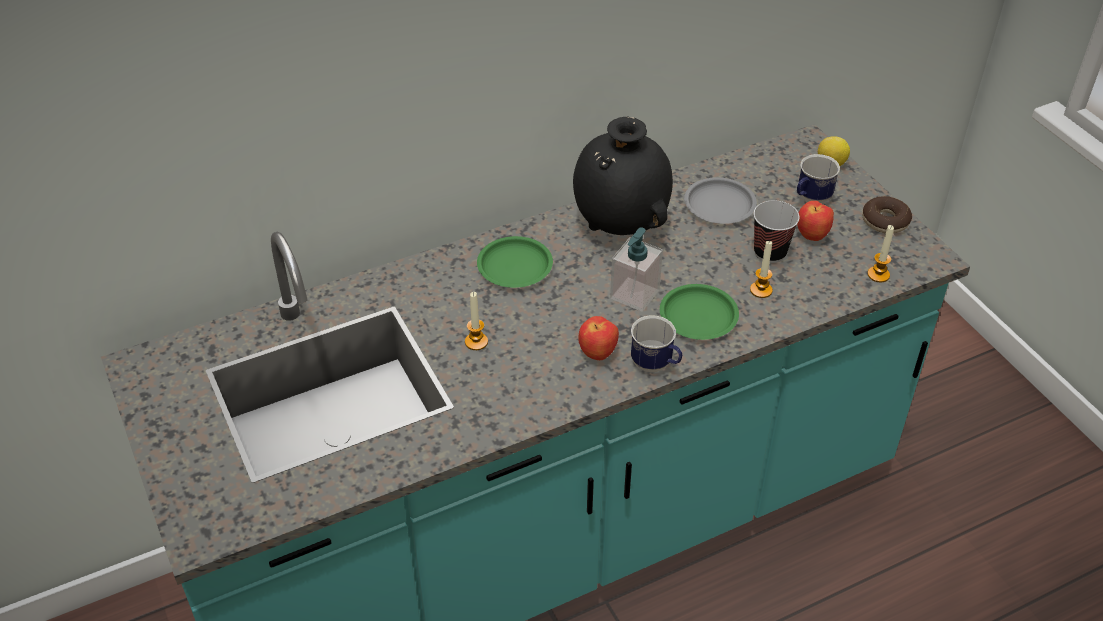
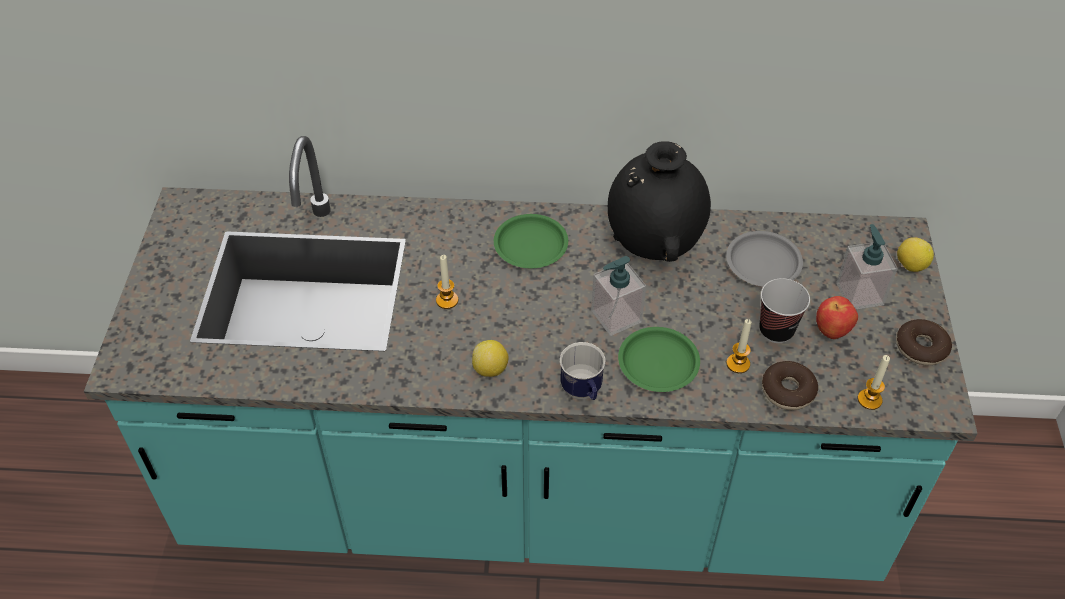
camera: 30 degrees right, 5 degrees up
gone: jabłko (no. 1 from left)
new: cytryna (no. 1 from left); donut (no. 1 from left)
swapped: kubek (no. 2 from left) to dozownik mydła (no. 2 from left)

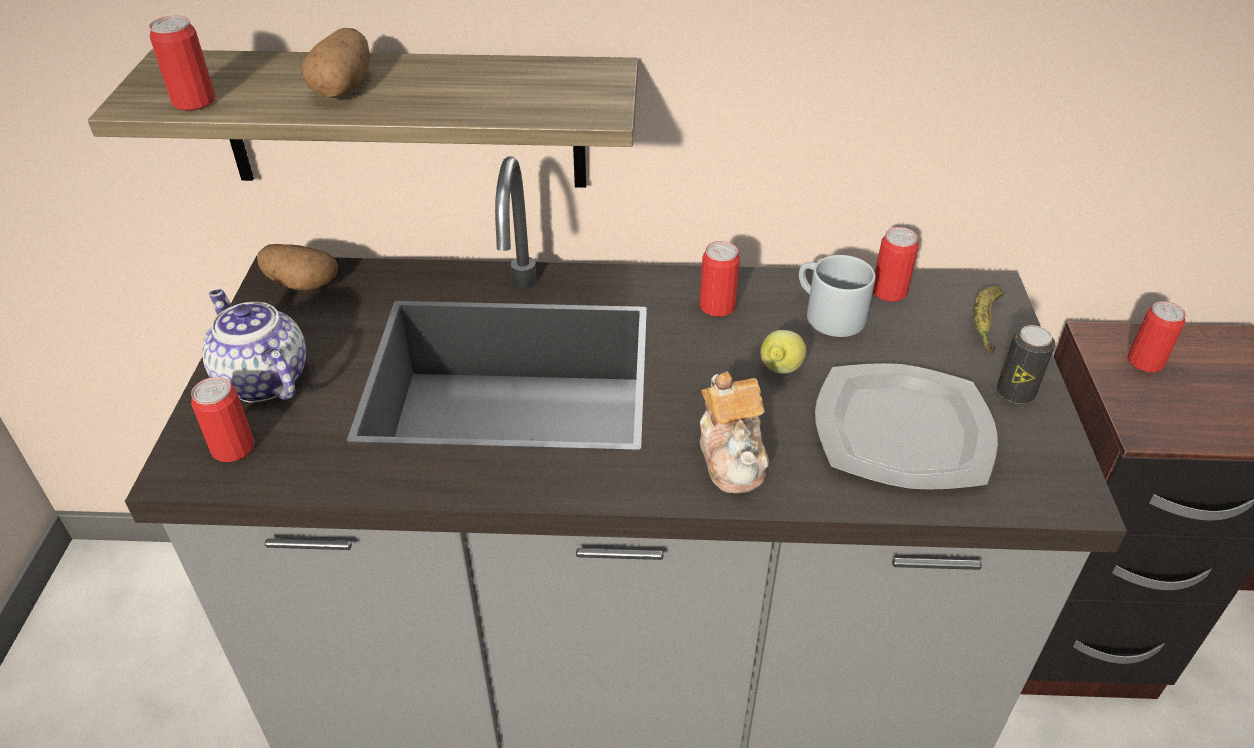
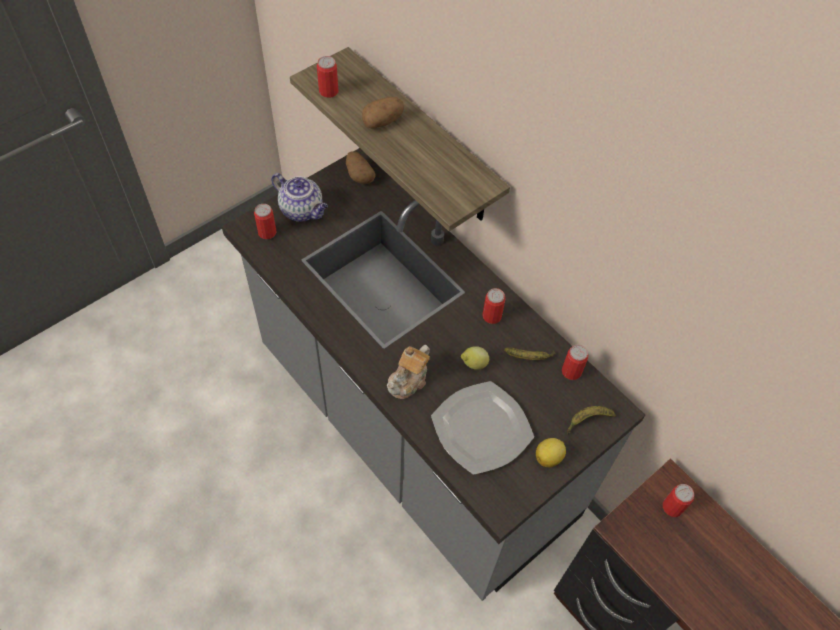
camera: 45 degrees right, 15 degrees up
swapped: kubek/szary to banan (no. 1 from left); puszka (no. 5 from left) to cytryna (no. 2 from left)
rotated: imbryk (no. 1 from left) 120 degrees clockwise

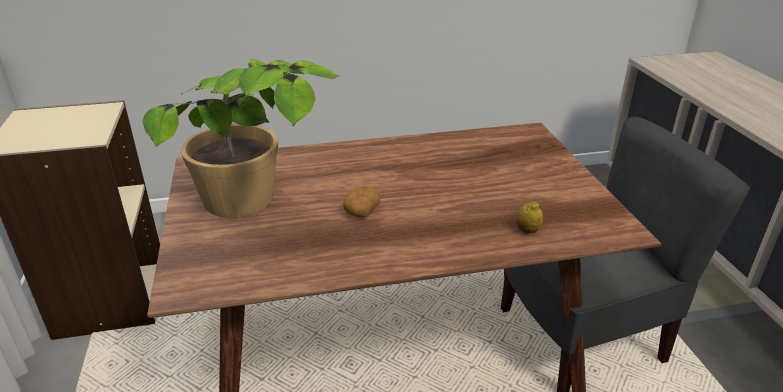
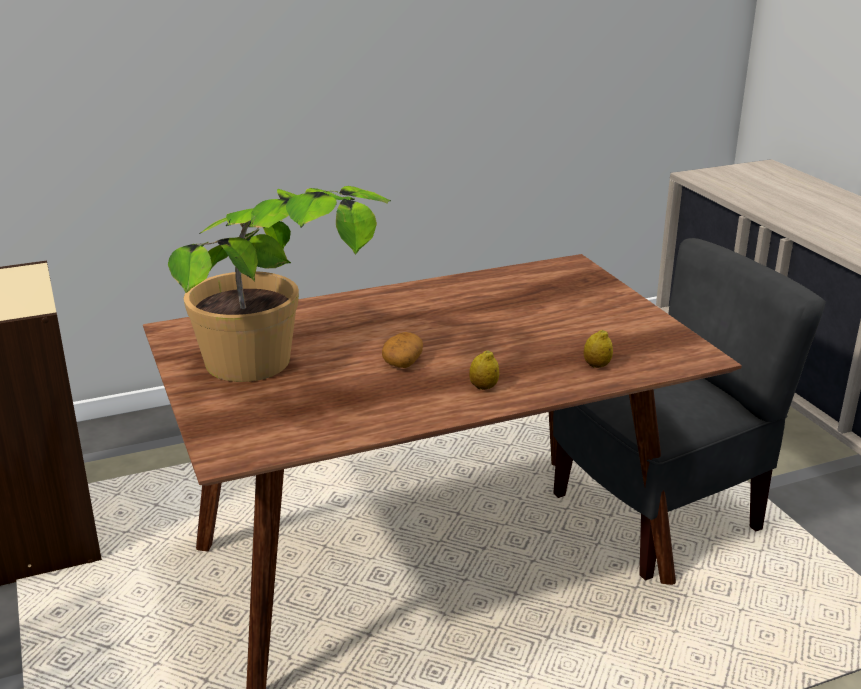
camera: 10 degrees left, 5 degrees down
new: cytryna (no. 1 from left)

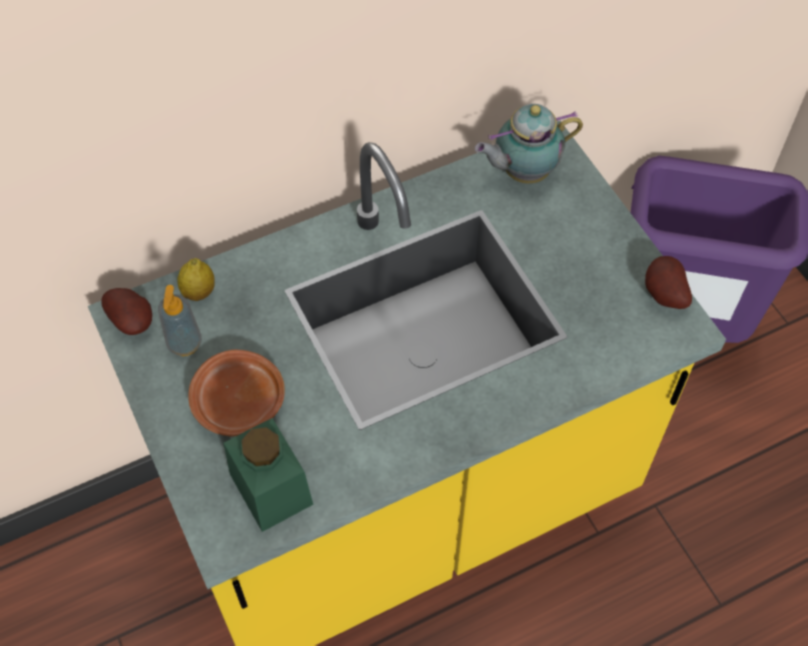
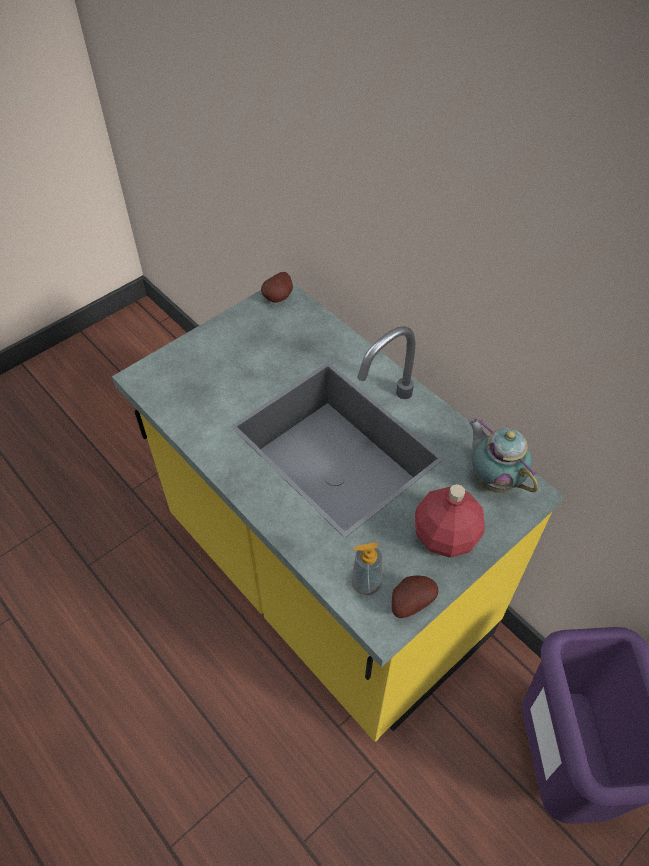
camera: 75 degrees right, 5 degrees down
gone: cytryna; talerz/brązowy; słoik/zielony
new: butelka/czerwony
shifted: dozownik mydła

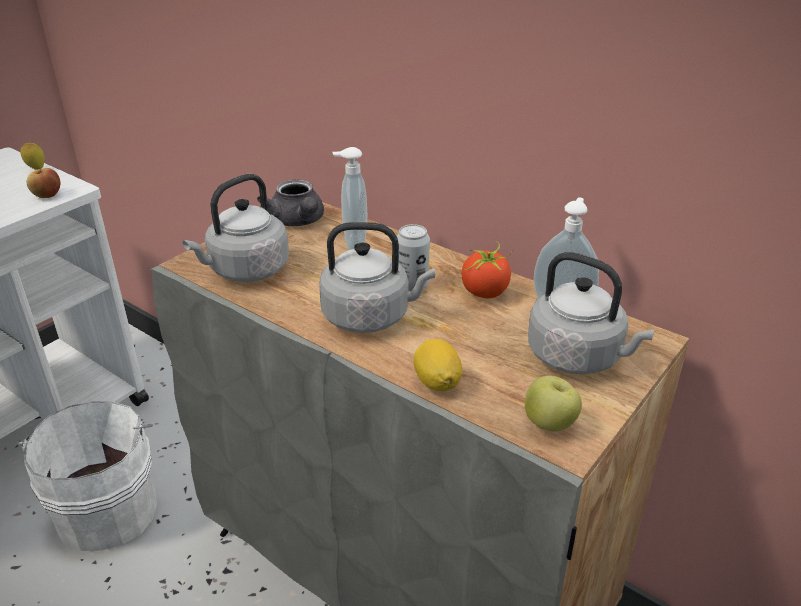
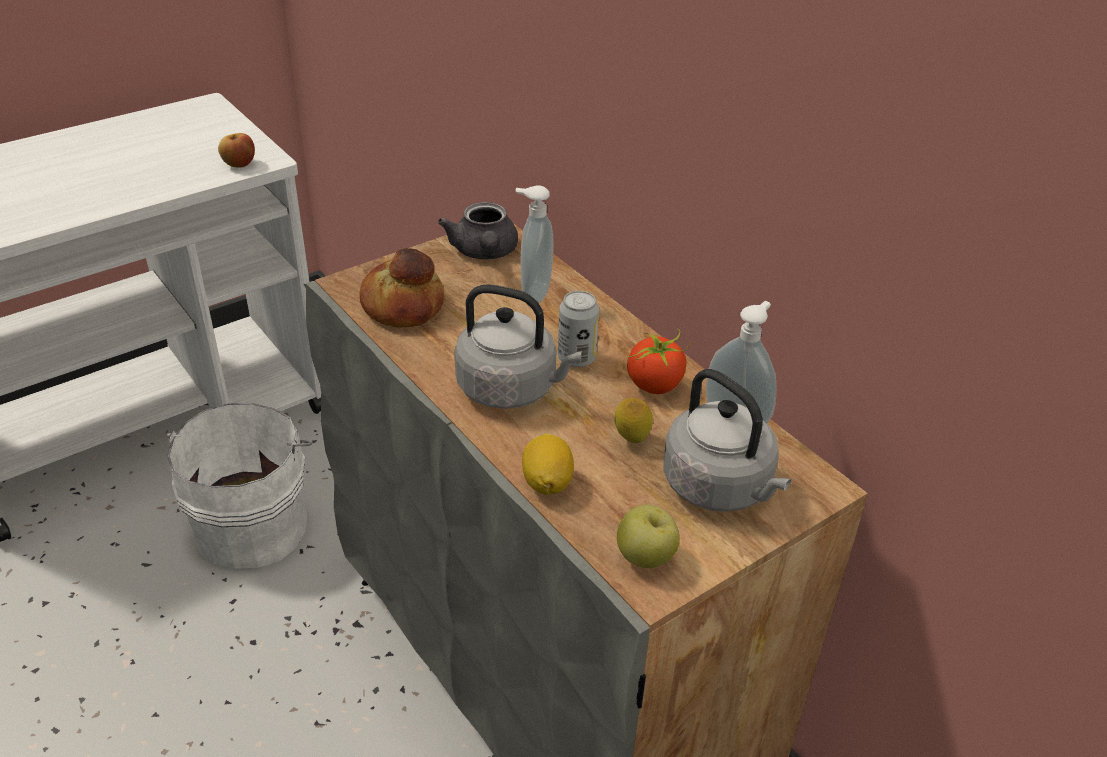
camera: 15 degrees right, 5 degrees up
shifted: cytryna (no. 1 from left in the first image) to cytryna (no. 2 from left)
swapped: czajnik/szary (no. 1 from left) to chleb

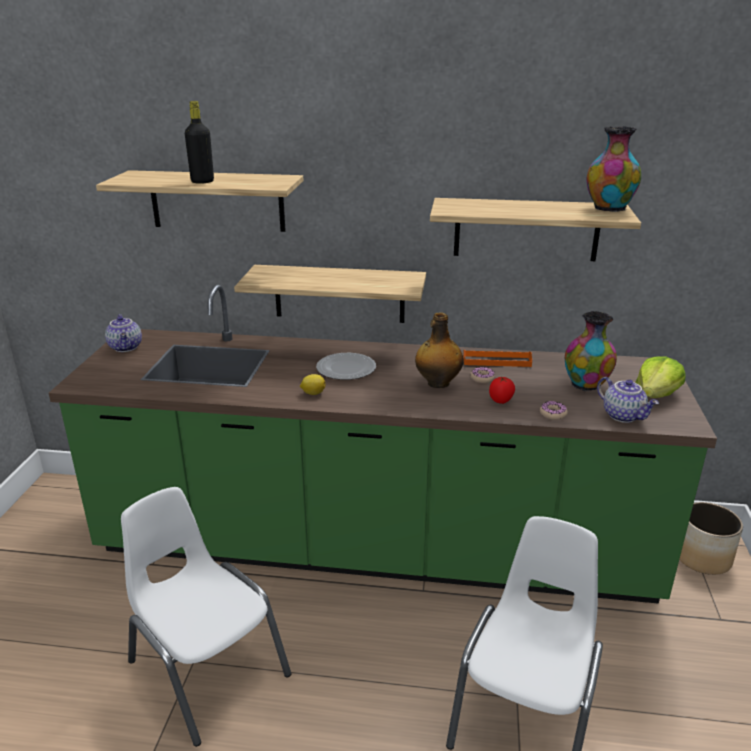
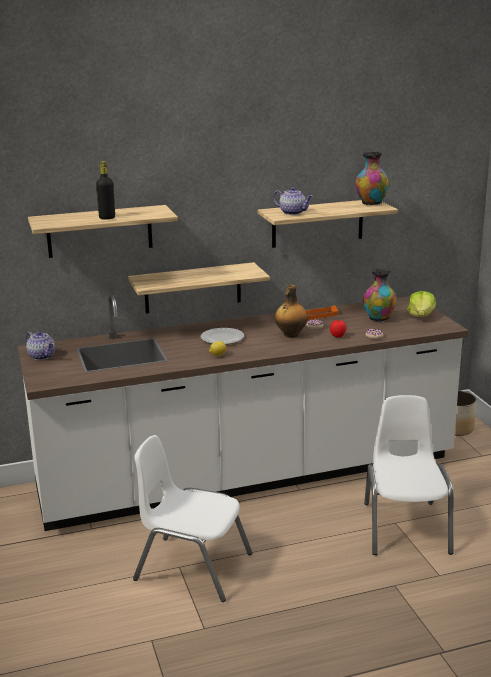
camera: 25 degrees left, 5 degrees down
shifted: imbryk (no. 2 from left)
repainted: zabudowa kuchenna/zielony to zabudowa kuchenna/biały

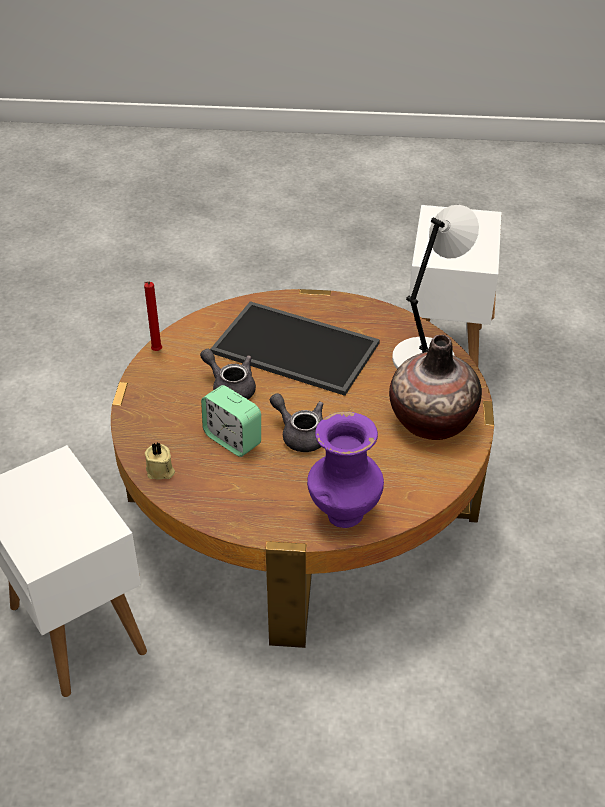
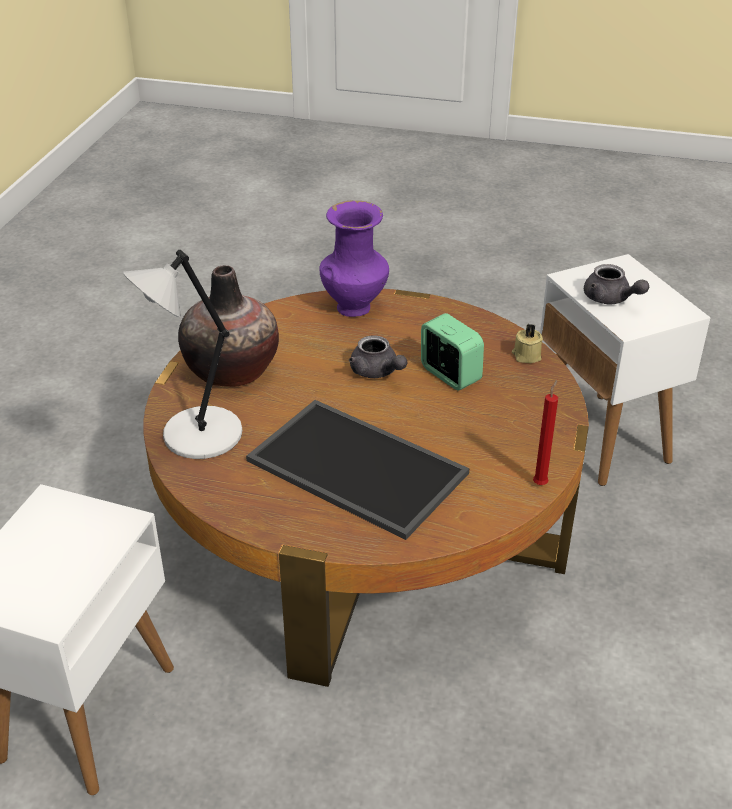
camera: 170 degrees left, 5 degrees down
shifted: imbryk/szary (no. 1 from left in the first image) to imbryk/szary (no. 2 from left)

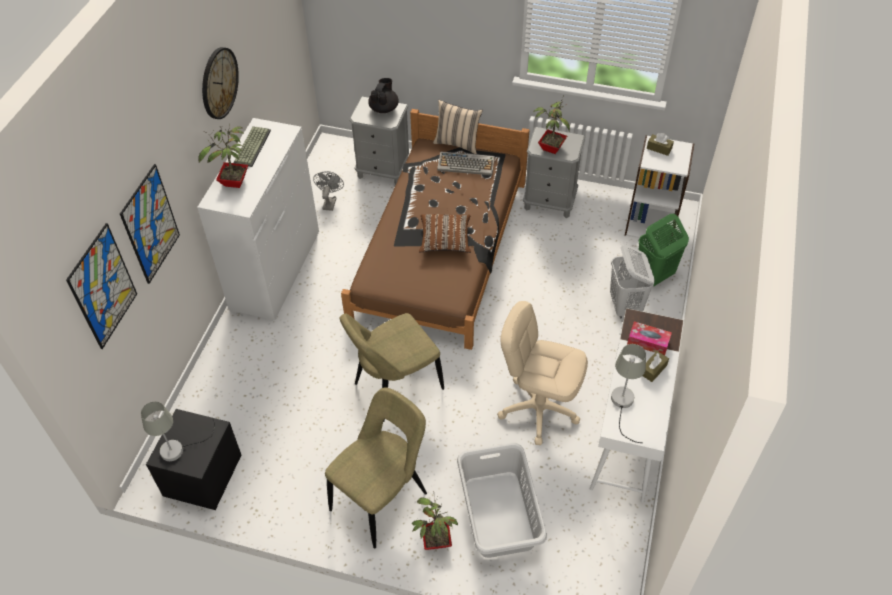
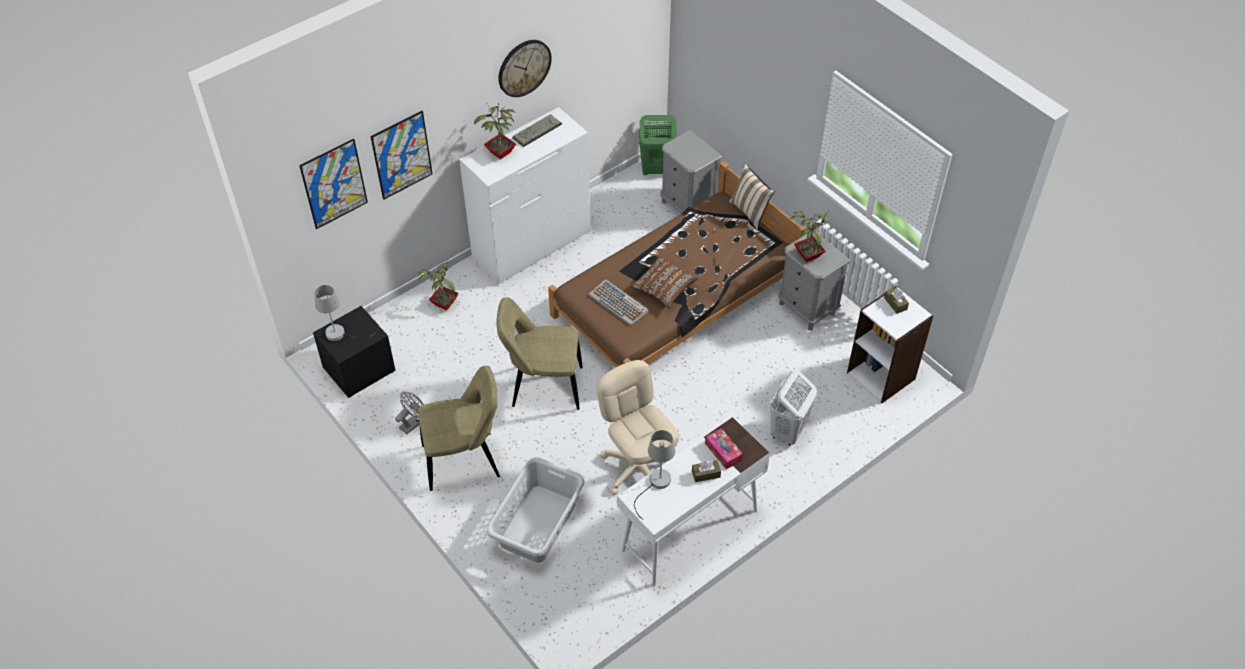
camera: 35 degrees right, 0 degrees up
gone: imbryk/czarny
shifted: wentylator/szary; roślina doniczkowa (no. 2 from left in the first image) to roślina doniczkowa (no. 1 from left); klawiatura (no. 2 from left); kosz na pranie/zielony

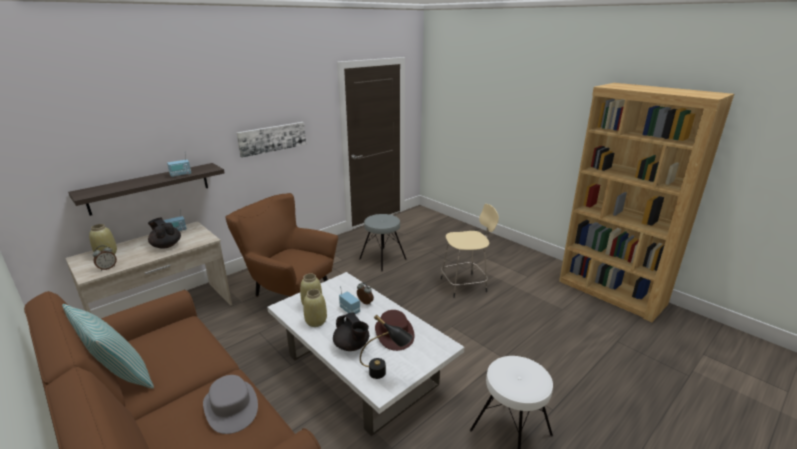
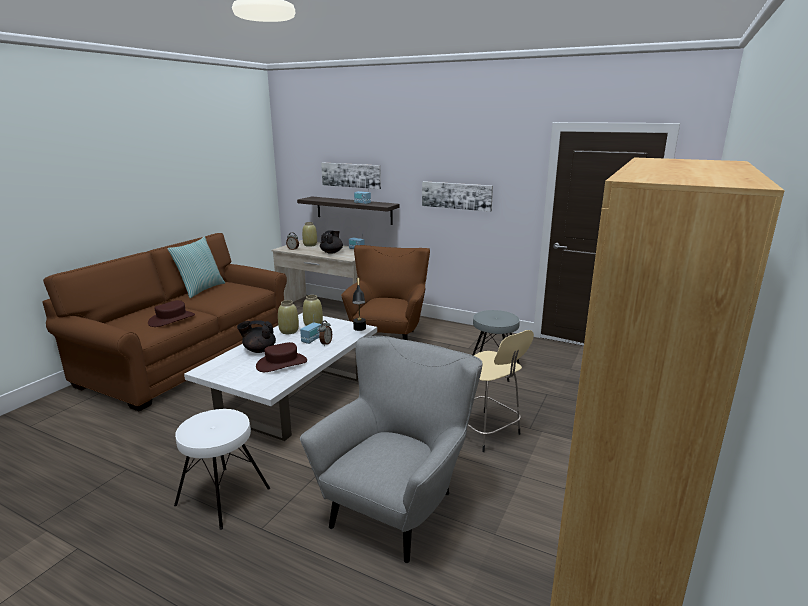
camera: 70 degrees right, 5 degrees down
new: fotel/szary; obraz (no. 1 from left)
shifted: lampa stołowa/czarny
repainted: kapelusz/szary to kapelusz/brązowy (no. 1 from left)
rotated: imbryk/czarny (no. 2 from left in the first image) 60 degrees clockwise

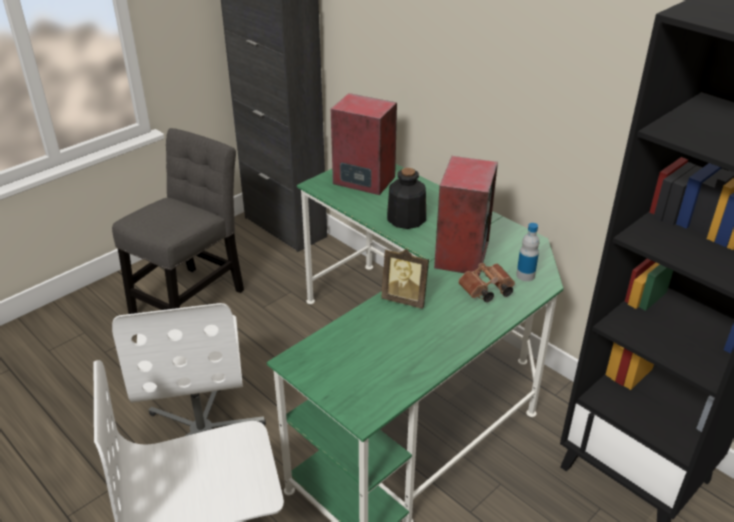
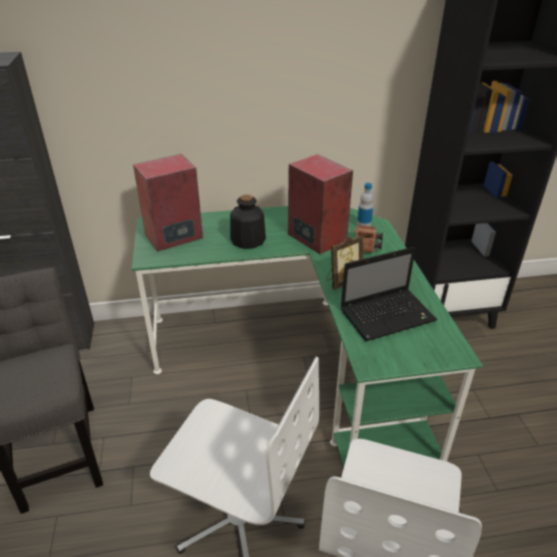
camera: 55 degrees left, 0 degrees up
new: laptop

